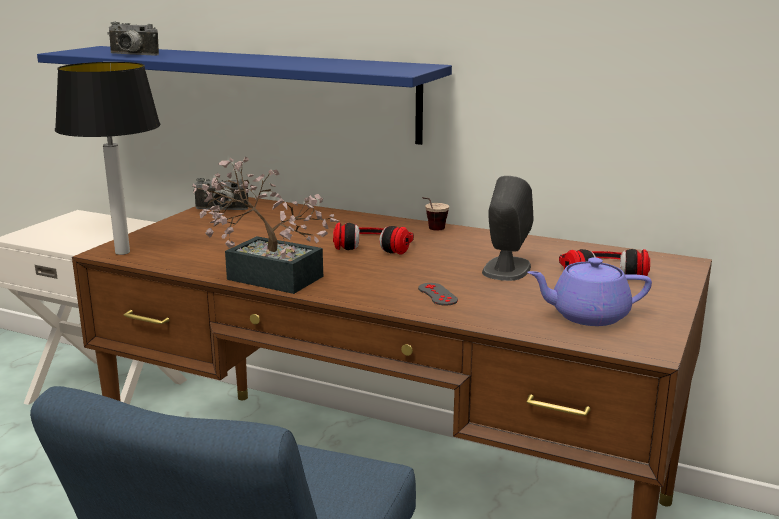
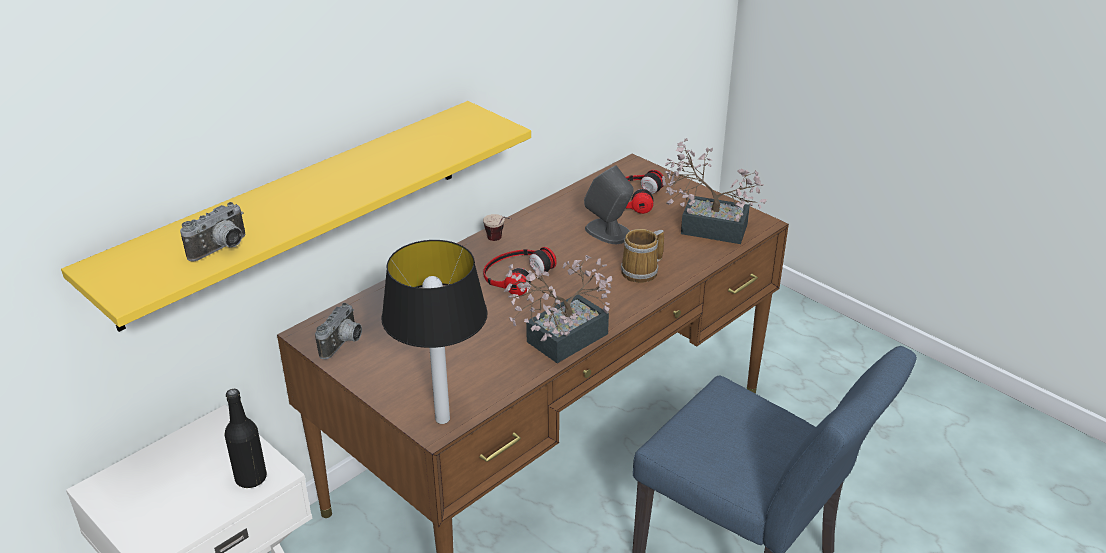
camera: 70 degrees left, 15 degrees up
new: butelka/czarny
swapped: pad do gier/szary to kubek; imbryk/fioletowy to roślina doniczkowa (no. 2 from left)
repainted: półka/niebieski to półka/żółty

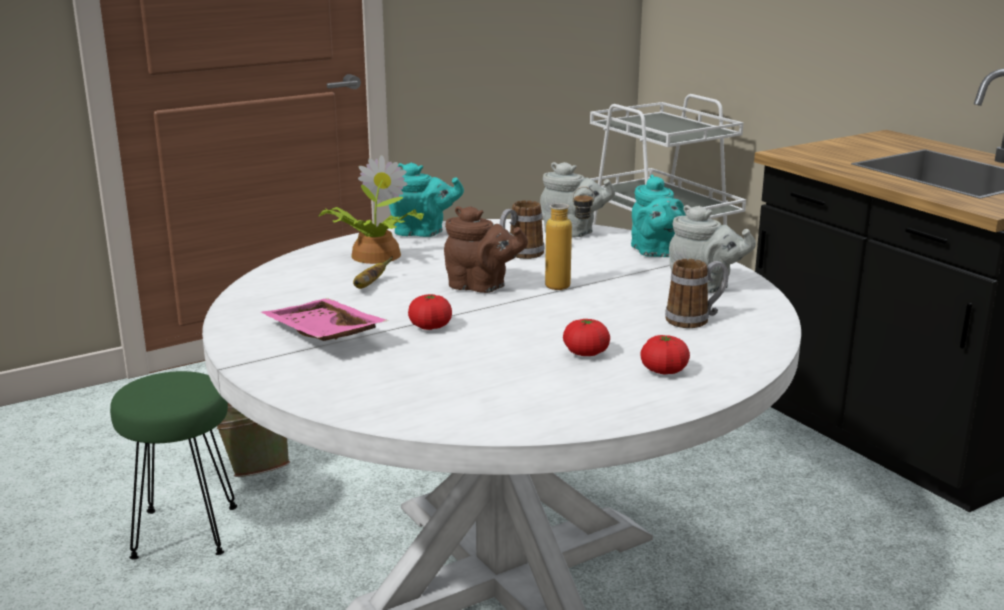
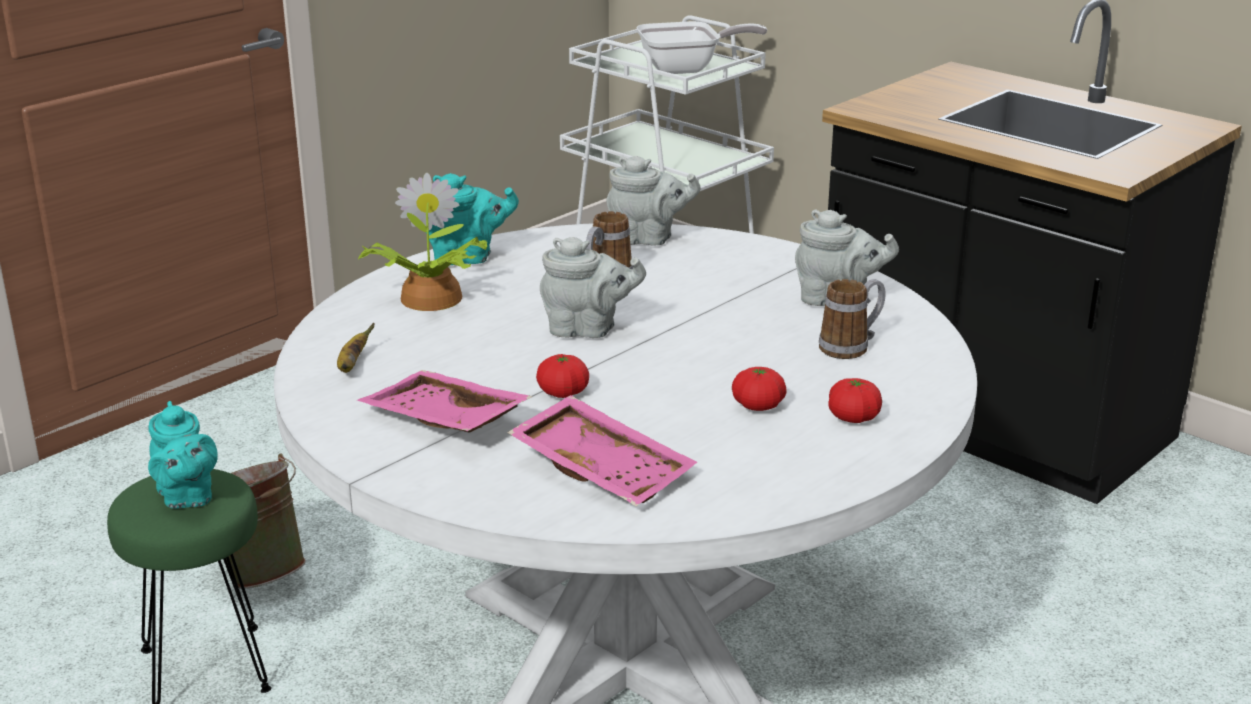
camera: 15 degrees left, 5 degrees up
gone: butelka
new: taca/różowy (no. 2 from left); patelnia
shifted: banan; imbryk/turkusowy (no. 2 from left in the first image) to imbryk/turkusowy (no. 1 from left)
repainted: imbryk/brązowy to imbryk/szary (no. 1 from left)

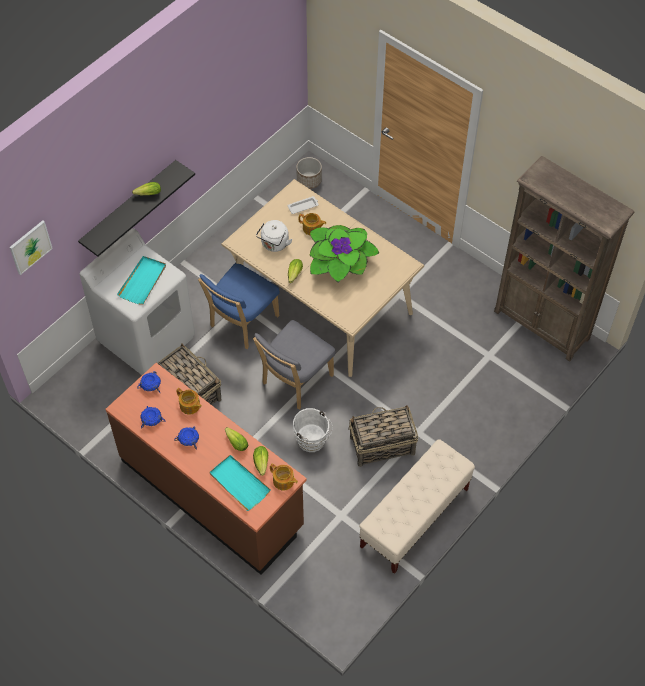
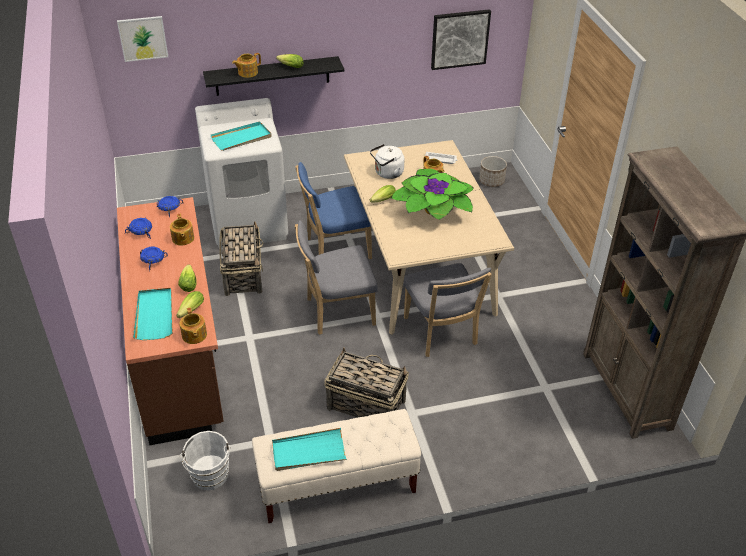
camera: 35 degrees right, 15 degrees down
new: imbryk (no. 3 from left); taca/turkusowy (no. 3 from left); krzesło/szary (no. 2 from left); obraz (no. 2 from left)
shifted: wiadro/biały

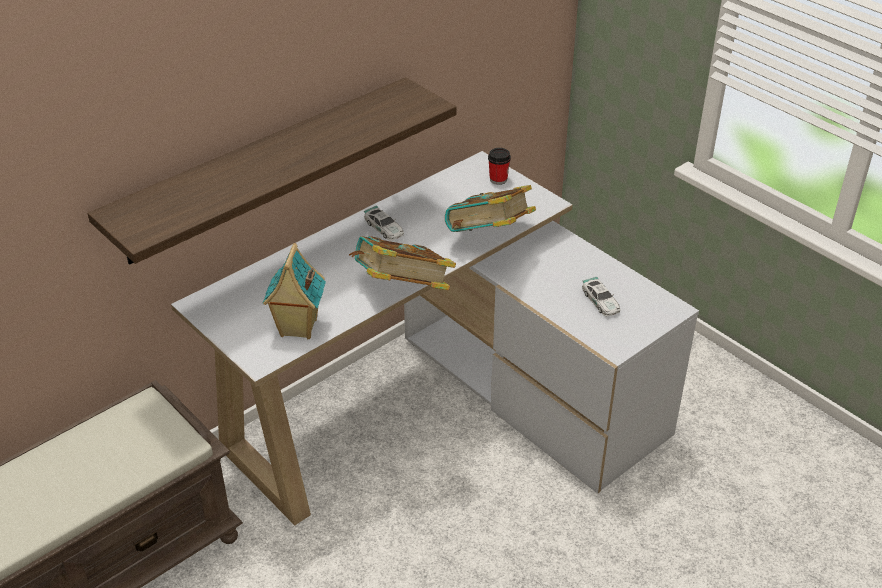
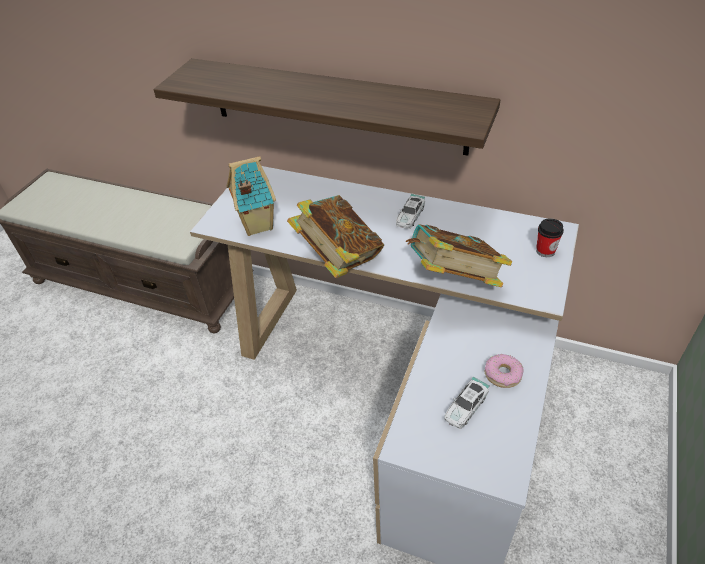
camera: 65 degrees right, 5 degrees up
new: donut

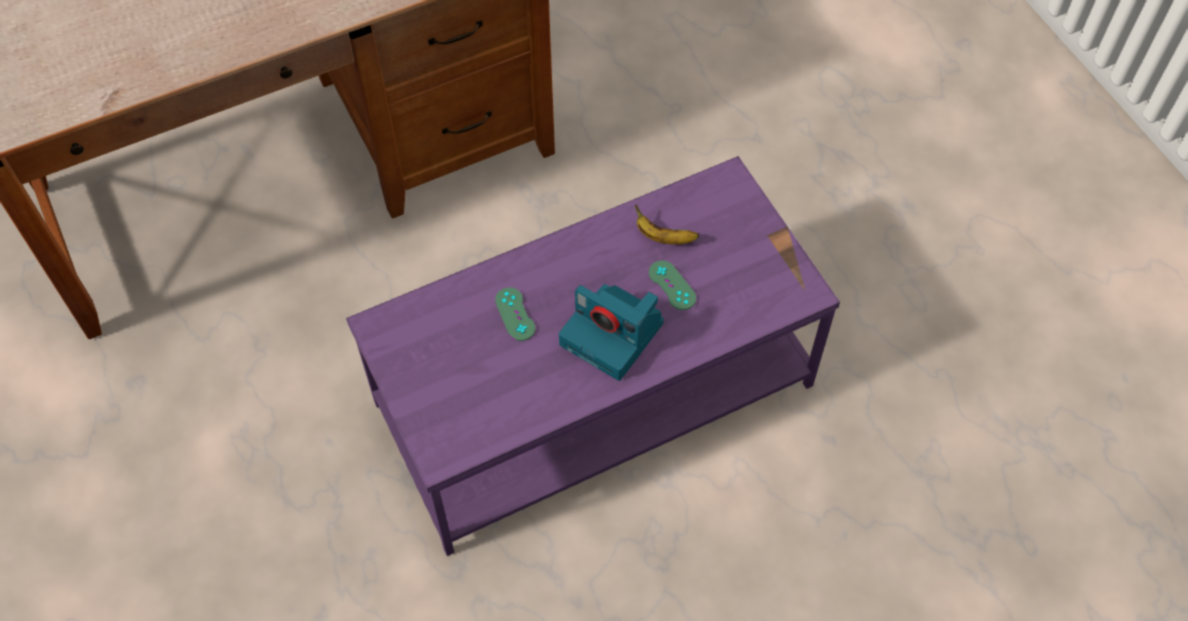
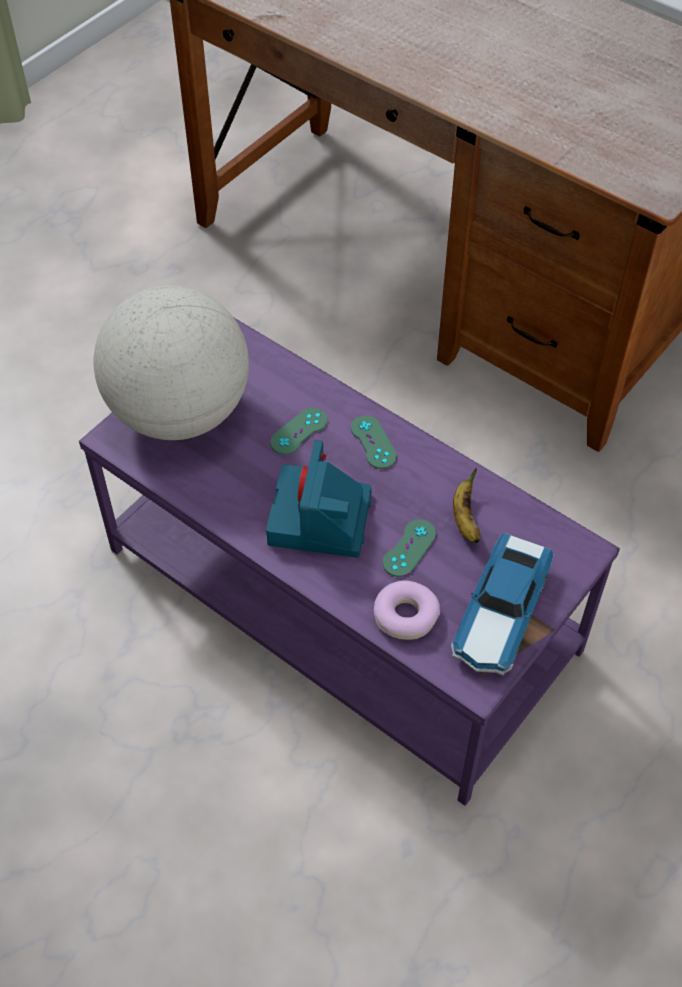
camera: 65 degrees right, 5 degrees down
new: globus; pad do gier/zielony (no. 2 from left); donut; samochodzik

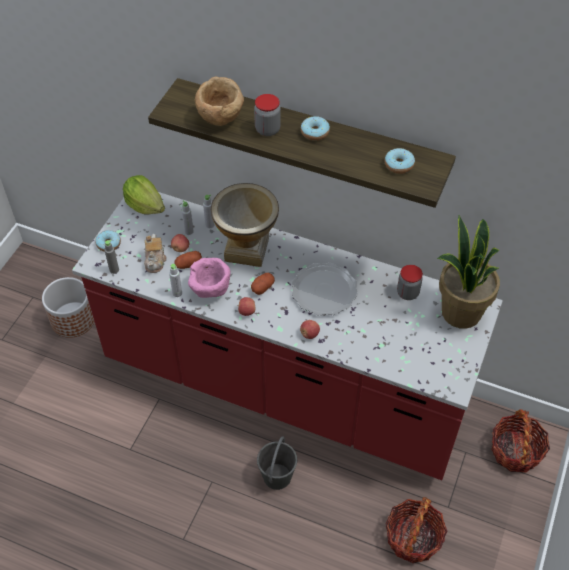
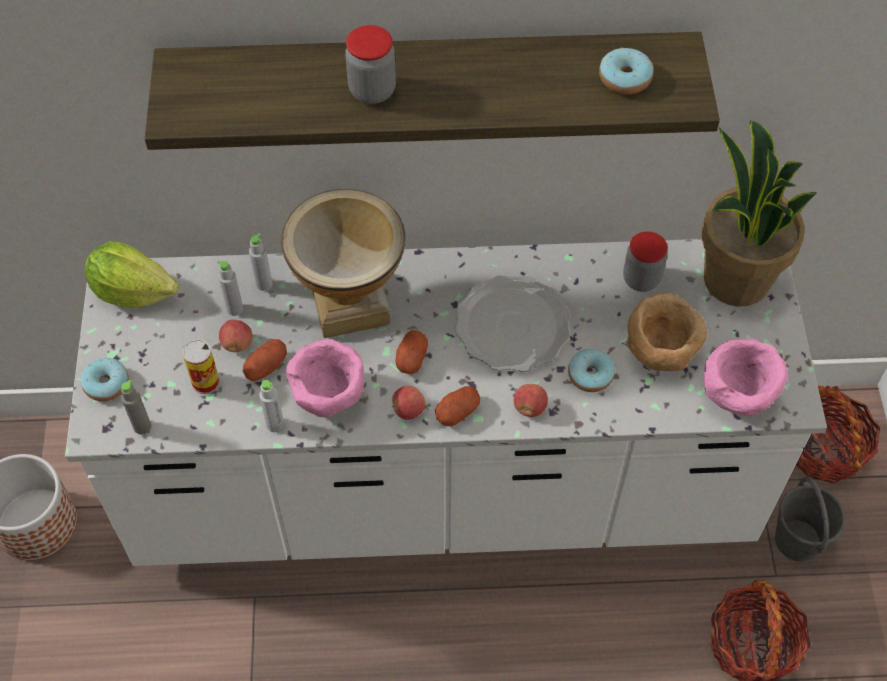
camera: 25 degrees left, 5 degrees up
new: ziemniak (no. 3 from left); miska/różowy (no. 2 from left)
shifted: miska/brązowy; wiadro/szary; donut (no. 2 from left)
swapped: imbryk to puszka
repainted: zabudowa kuchenna/czerwony to zabudowa kuchenna/biały

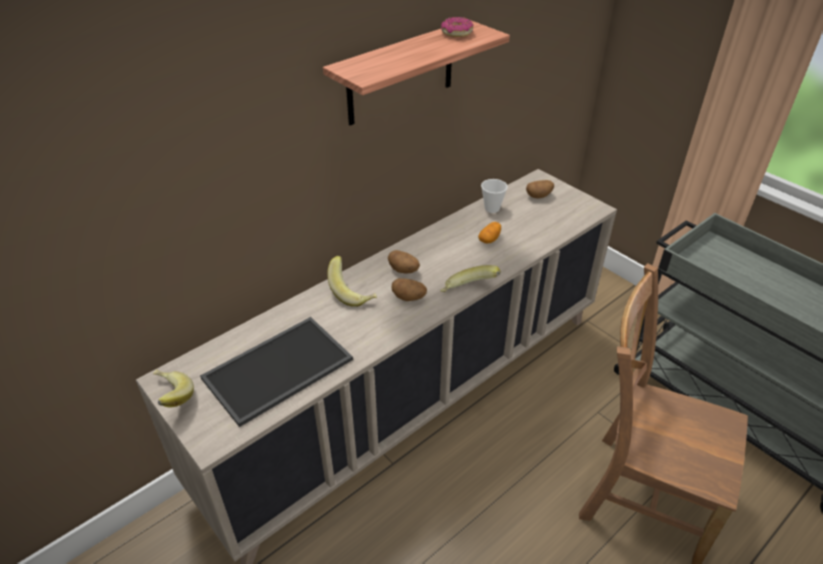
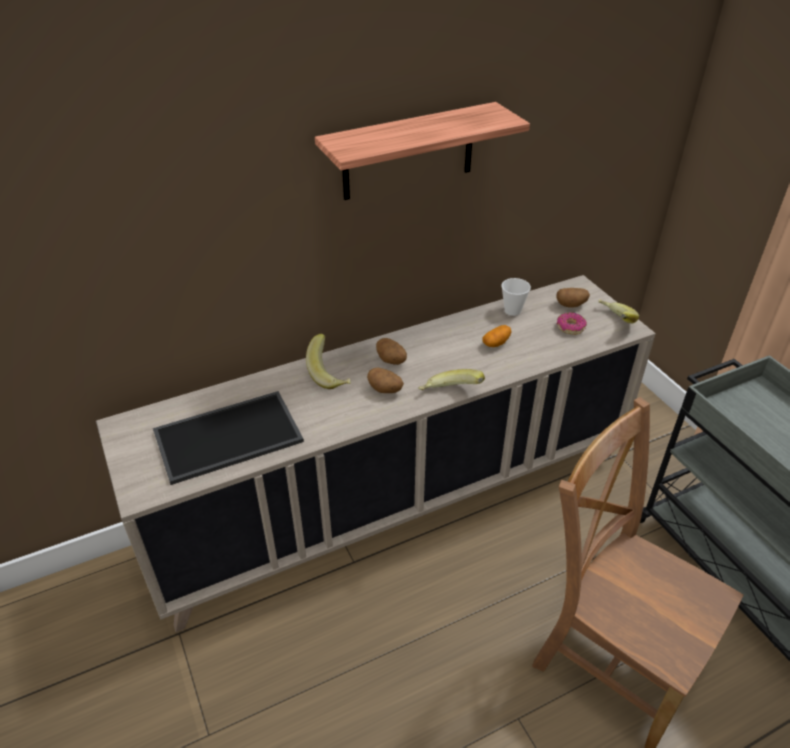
camera: 15 degrees right, 0 degrees up
shifted: banan (no. 1 from left in the first image) to banan (no. 3 from left); donut

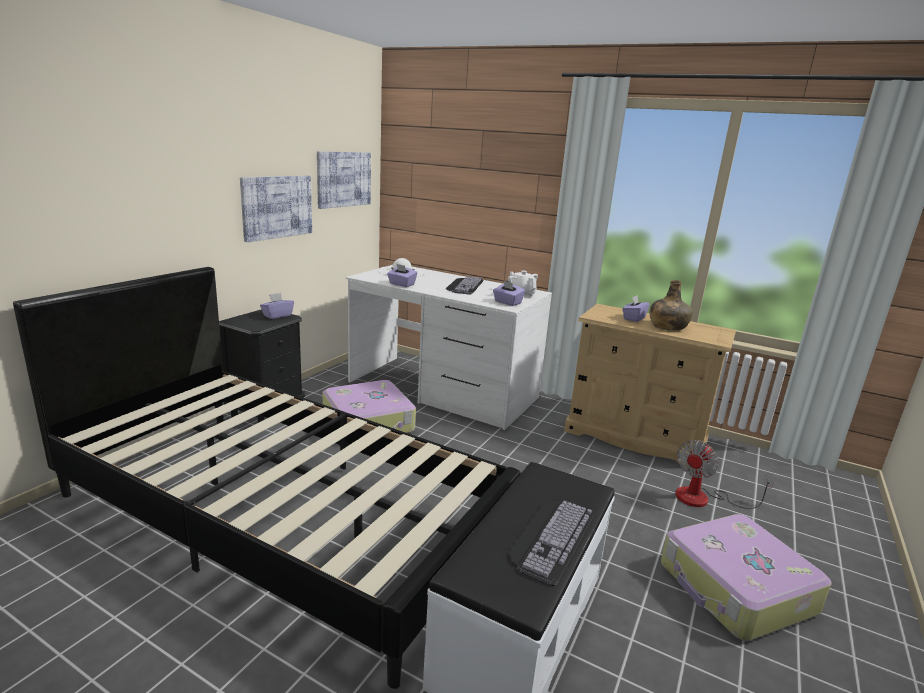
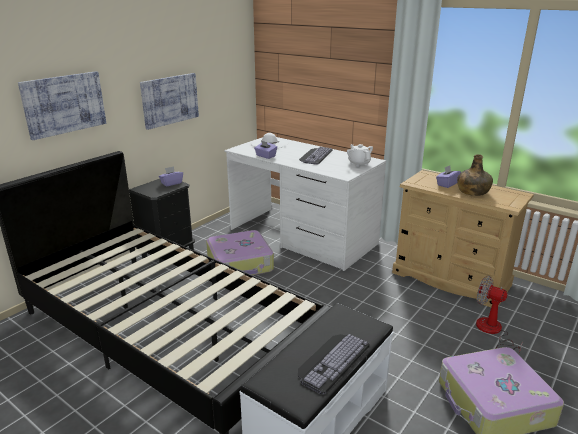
camera: 10 degrees right, 5 degrees up
gone: pudełko chusteczek/fioletowy (no. 3 from left)
shifted: obraz (no. 2 from left in the first image) to obraz (no. 1 from left)
rotated: wentylator 75 degrees clockwise

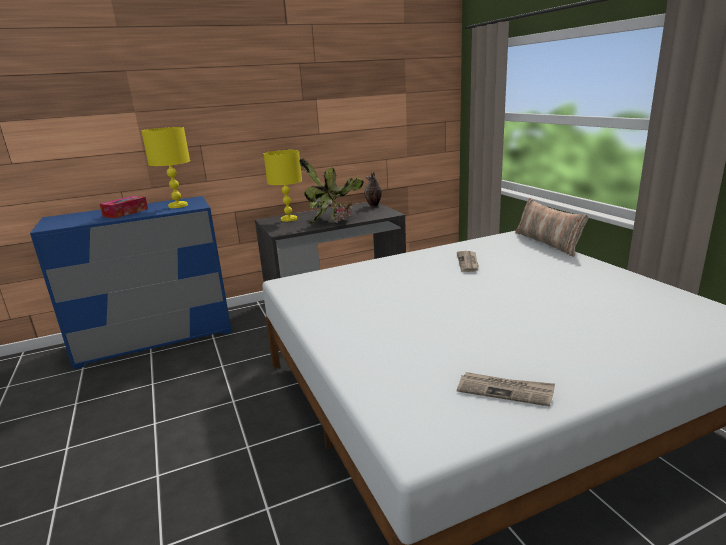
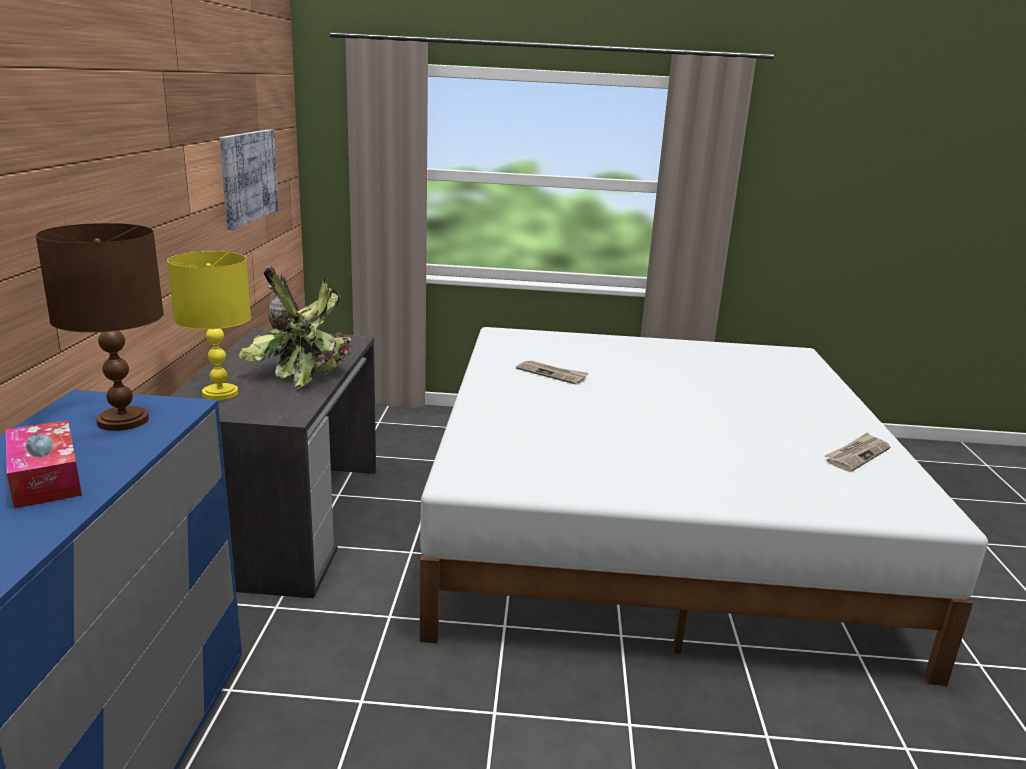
camera: 65 degrees left, 0 degrees up
gone: poduszka
new: obraz
repainted: lampa stołowa/żółty (no. 1 from left) to lampa stołowa/brązowy

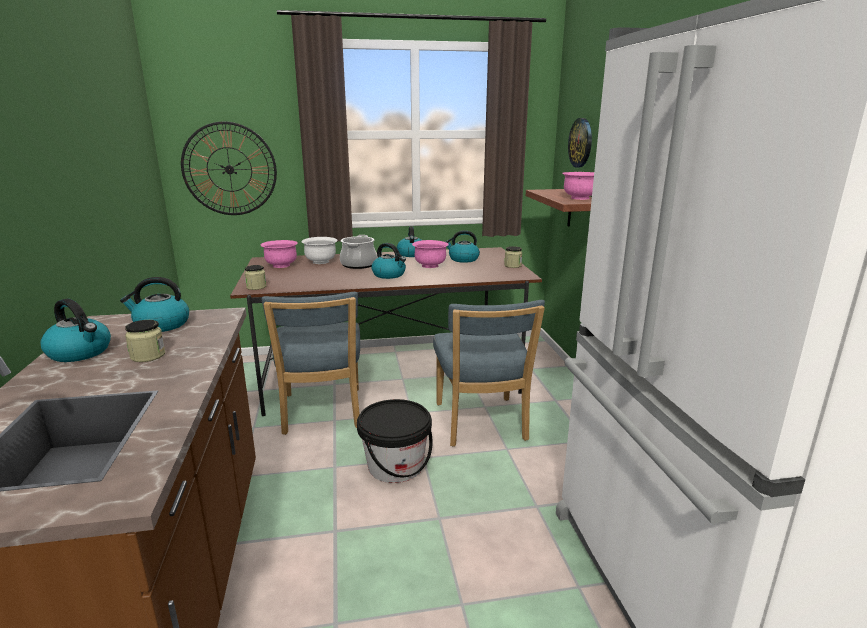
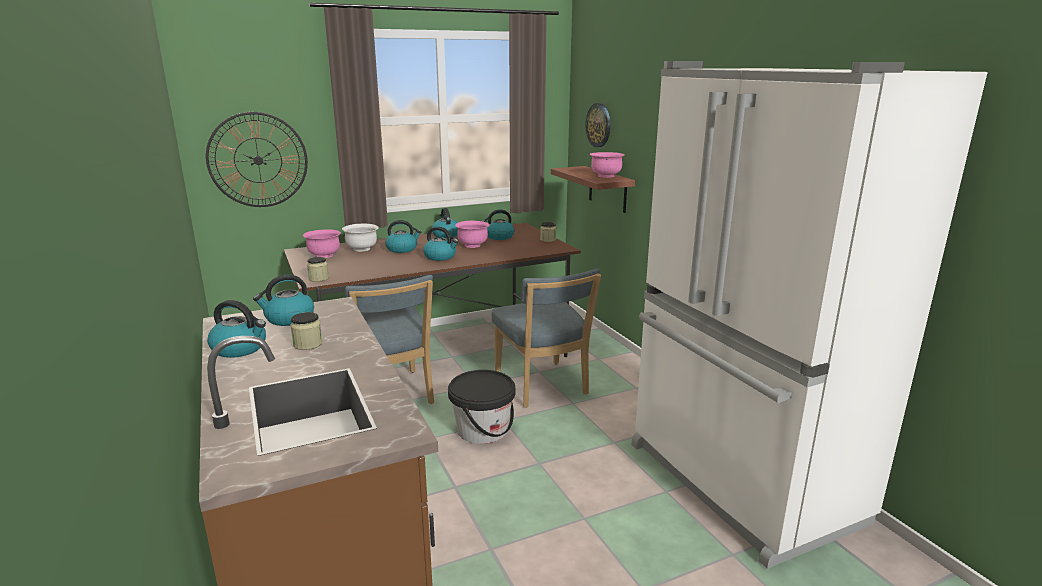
camera: 15 degrees left, 0 degrees up
swapped: garnek to czajnik (no. 3 from left)

